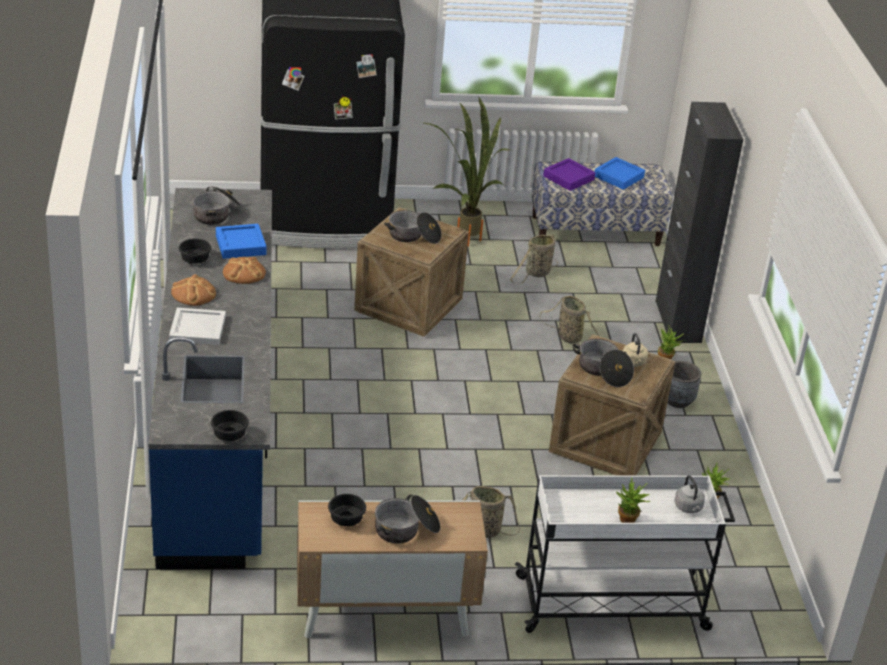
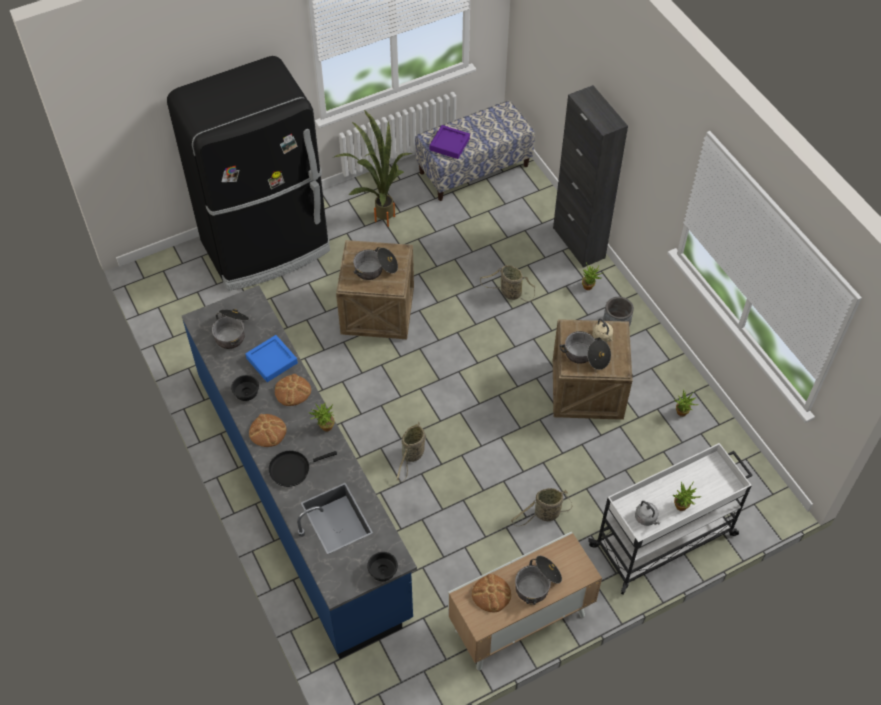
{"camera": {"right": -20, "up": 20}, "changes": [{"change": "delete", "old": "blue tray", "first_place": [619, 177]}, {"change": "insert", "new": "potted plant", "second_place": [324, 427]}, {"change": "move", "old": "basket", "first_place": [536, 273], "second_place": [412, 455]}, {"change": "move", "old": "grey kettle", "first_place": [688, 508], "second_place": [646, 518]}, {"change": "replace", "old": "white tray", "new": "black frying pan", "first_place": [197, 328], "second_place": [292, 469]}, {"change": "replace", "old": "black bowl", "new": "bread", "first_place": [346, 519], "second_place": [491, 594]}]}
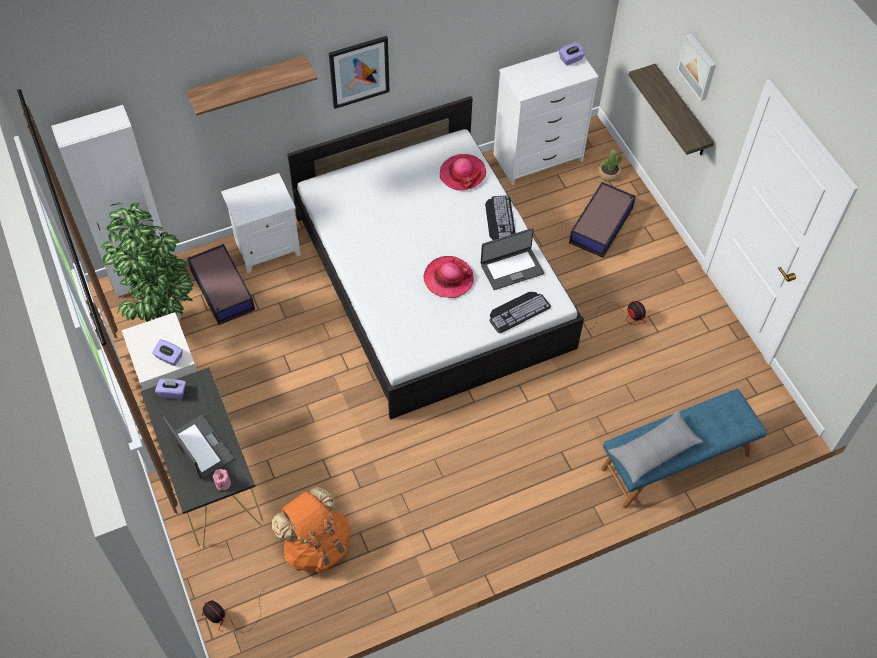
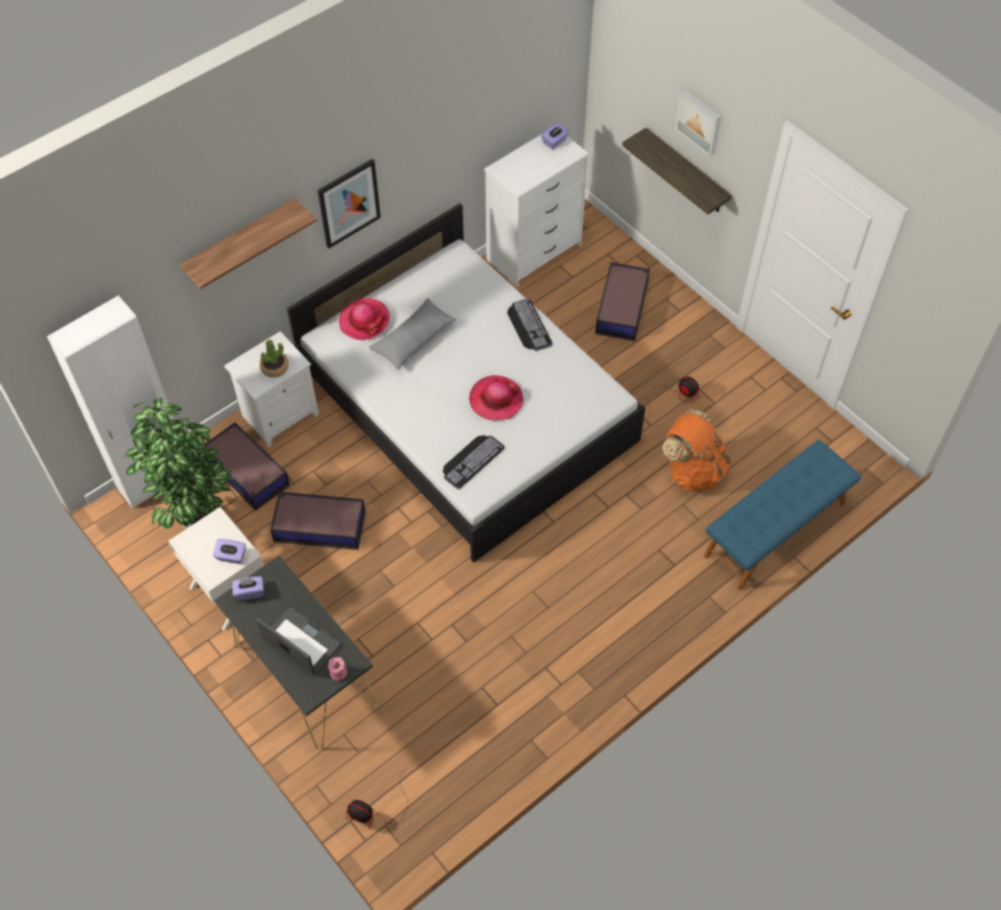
{"camera": {"right": -15, "up": 0}, "changes": [{"change": "delete", "old": "laptop", "first_place": [511, 268]}, {"change": "insert", "new": "storage box", "second_place": [318, 526]}, {"change": "move", "old": "orange backpack", "first_place": [316, 545], "second_place": [693, 470]}, {"change": "move", "old": "hat", "first_place": [462, 173], "second_place": [364, 320]}, {"change": "move", "old": "keyboard", "first_place": [518, 310], "second_place": [471, 459]}, {"change": "move", "old": "potted plant", "first_place": [609, 174], "second_place": [274, 367]}, {"change": "move", "old": "grey pillow", "first_place": [654, 451], "second_place": [413, 339]}]}
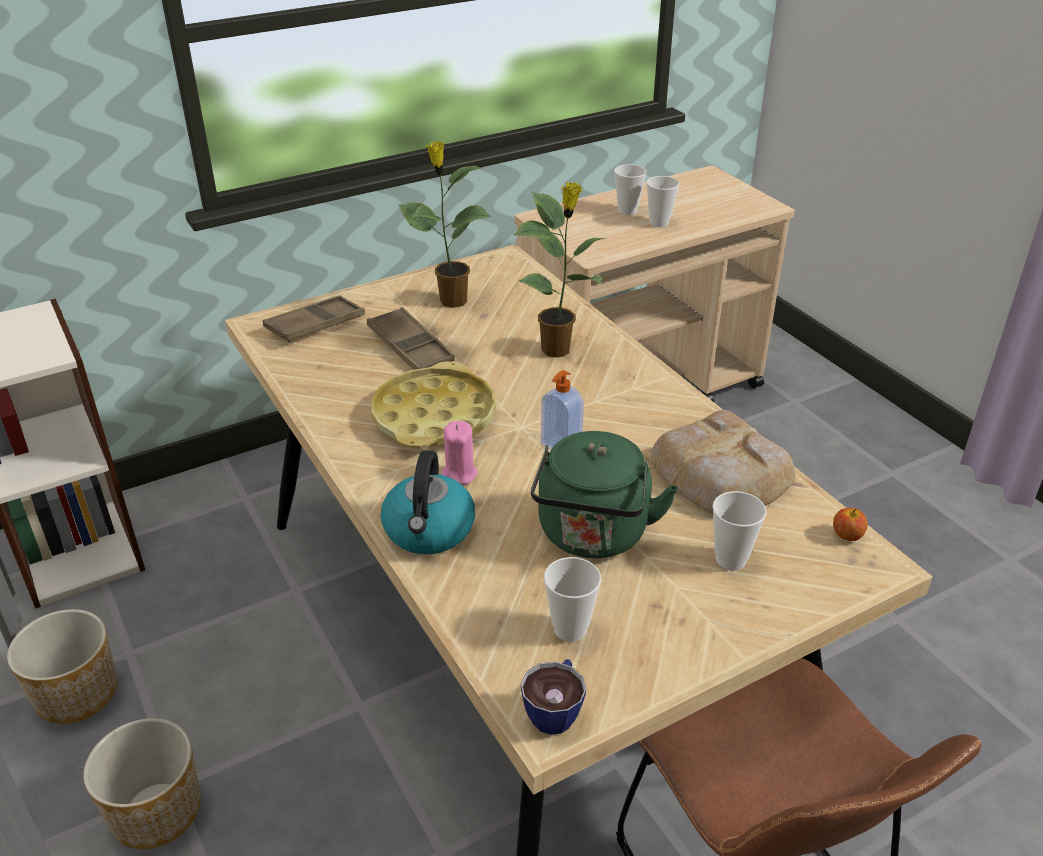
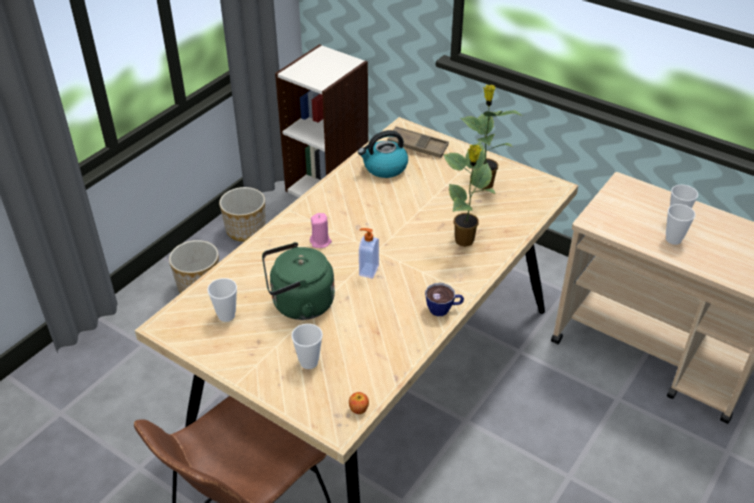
{"camera": {"right": 65, "up": 5}, "changes": [{"change": "delete", "old": "brown tray", "first_place": [410, 347]}, {"change": "delete", "old": "yellow tray", "first_place": [434, 417]}, {"change": "delete", "old": "bread", "first_place": [721, 474]}, {"change": "move", "old": "kettle", "first_place": [429, 531], "second_place": [384, 168]}, {"change": "move", "old": "cup", "first_place": [555, 710], "second_place": [444, 309]}]}
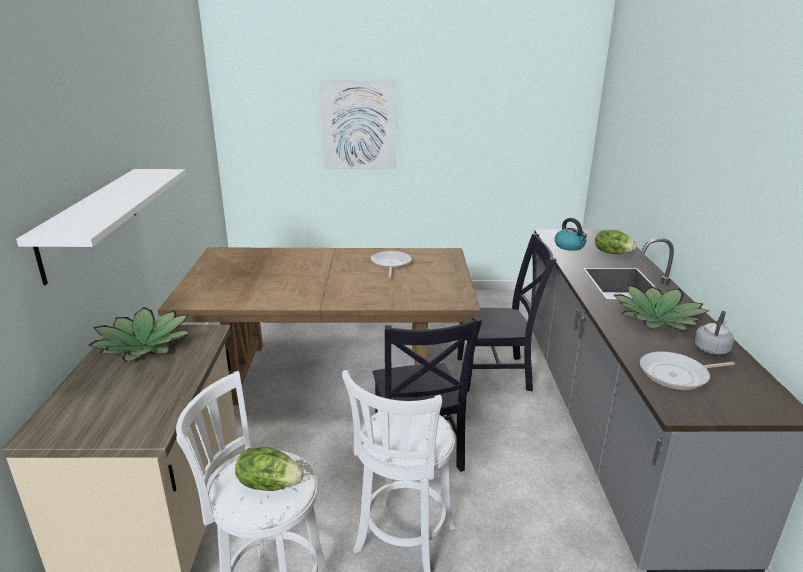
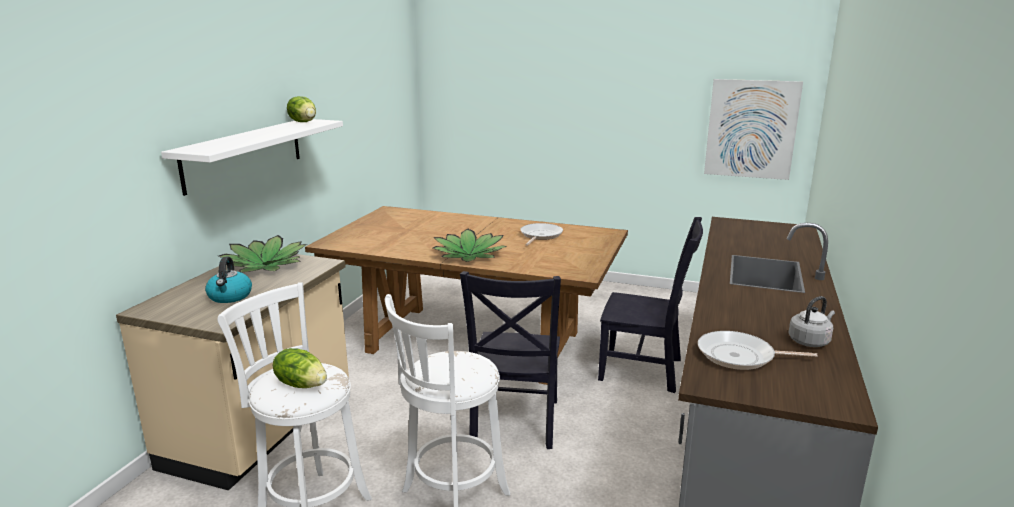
{"camera": {"right": 20, "up": -5}, "changes": [{"change": "move", "old": "picture", "first_place": [359, 125], "second_place": [751, 129]}, {"change": "move", "old": "kettle", "first_place": [570, 246], "second_place": [230, 296]}, {"change": "move", "old": "lettuce", "first_place": [612, 252], "second_place": [304, 122]}, {"change": "move", "old": "potted plant", "first_place": [657, 318], "second_place": [470, 255]}]}
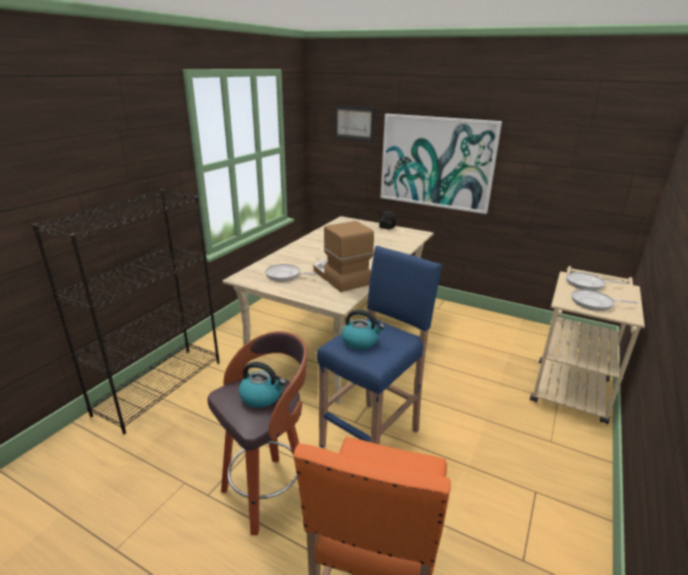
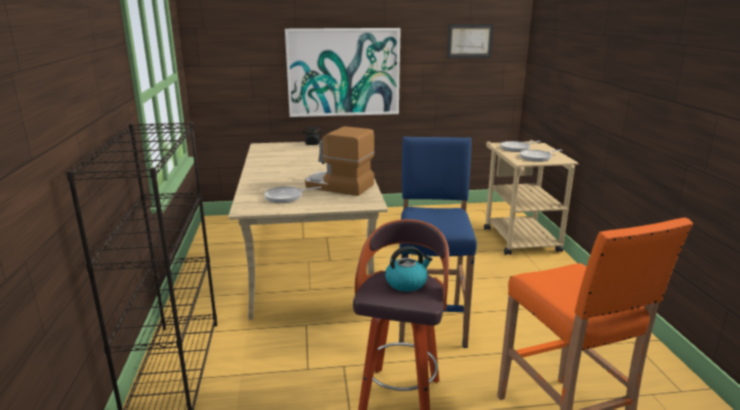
{"camera": {"right": -35, "up": -5}, "changes": [{"change": "delete", "old": "kettle", "first_place": [360, 341]}, {"change": "move", "old": "picture", "first_place": [354, 123], "second_place": [469, 41]}]}
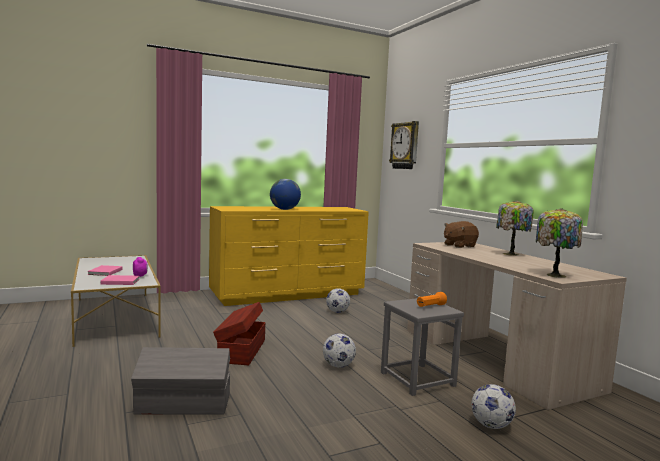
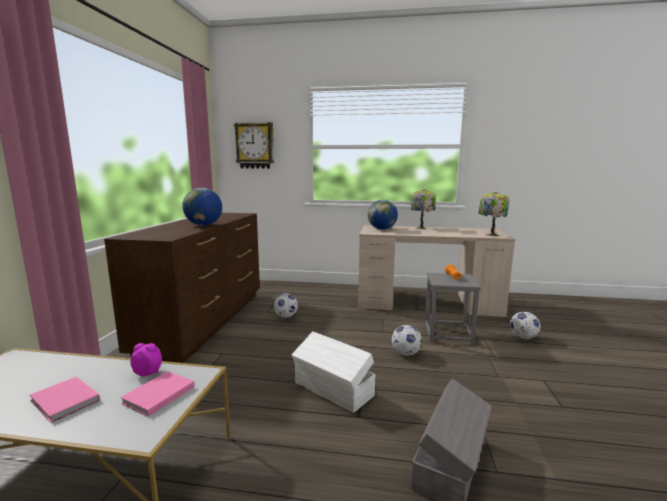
{"camera": {"right": -55, "up": 5}, "changes": [{"change": "replace", "old": "brown plush toy", "new": "globe", "first_place": [459, 245], "second_place": [382, 229]}, {"change": "recolor", "old": "yellow dresser", "new": "brown dresser", "first_place": [289, 294], "second_place": [206, 321]}, {"change": "recolor", "old": "brown storage box", "new": "white storage box", "first_place": [241, 351], "second_place": [333, 390]}]}
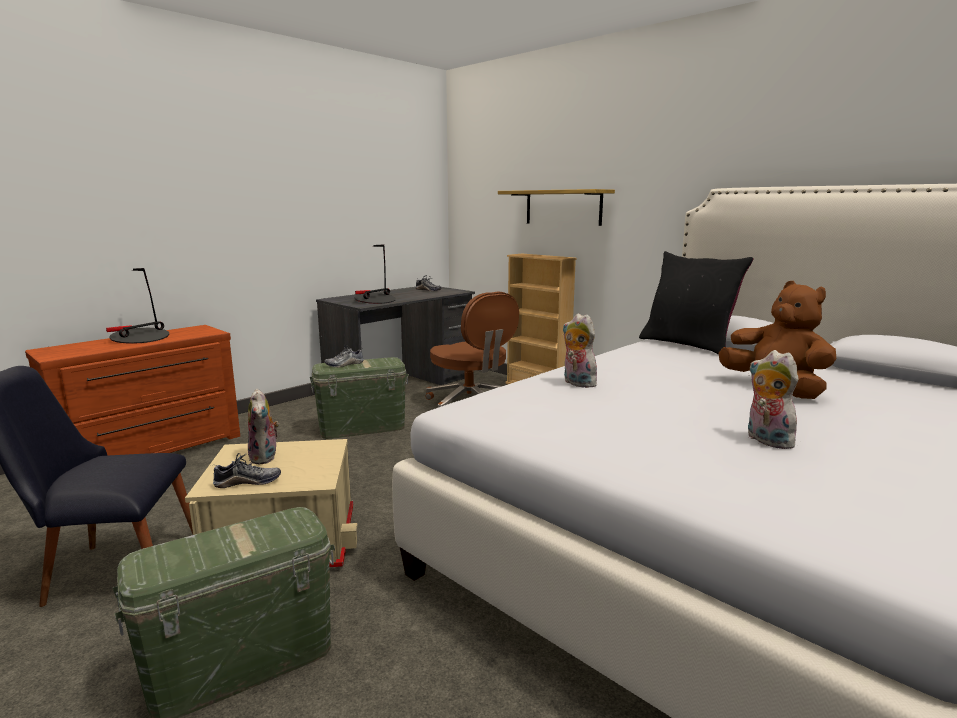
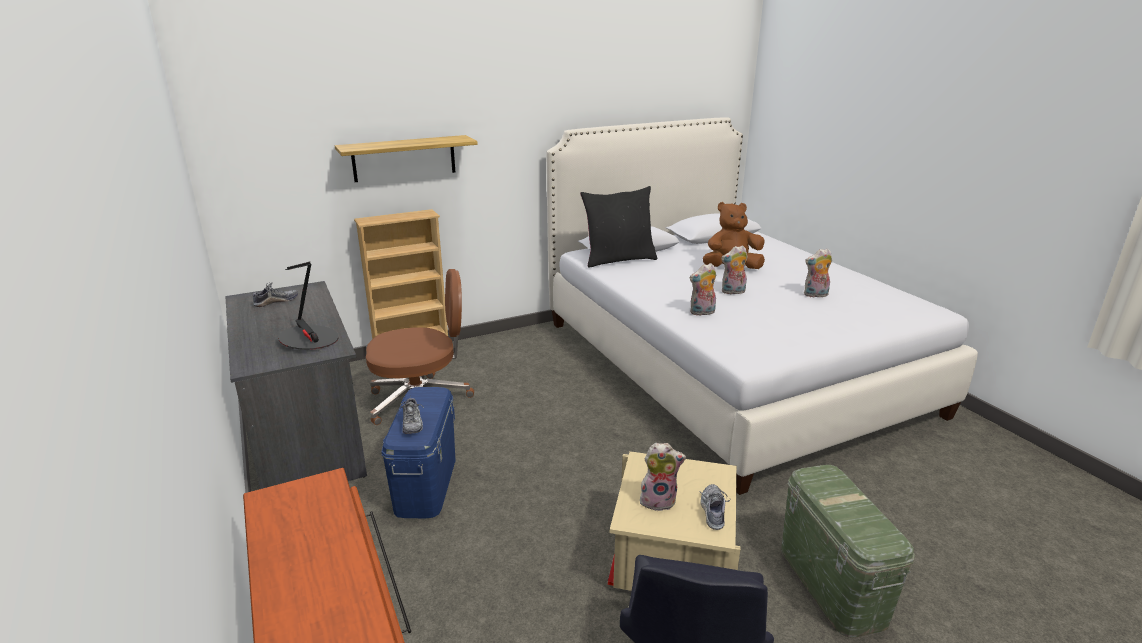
{"camera": {"right": -70, "up": 10}, "changes": [{"change": "delete", "old": "table lamp", "first_place": [140, 338]}, {"change": "insert", "new": "plush toy", "second_place": [733, 292]}, {"change": "recolor", "old": "green storage box", "new": "blue storage box", "first_place": [362, 427], "second_place": [426, 483]}]}
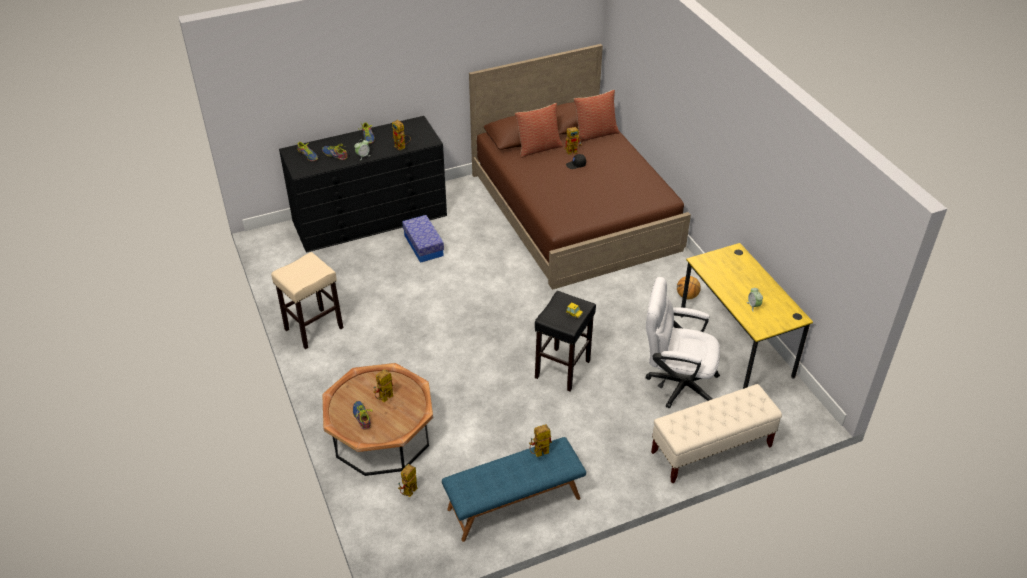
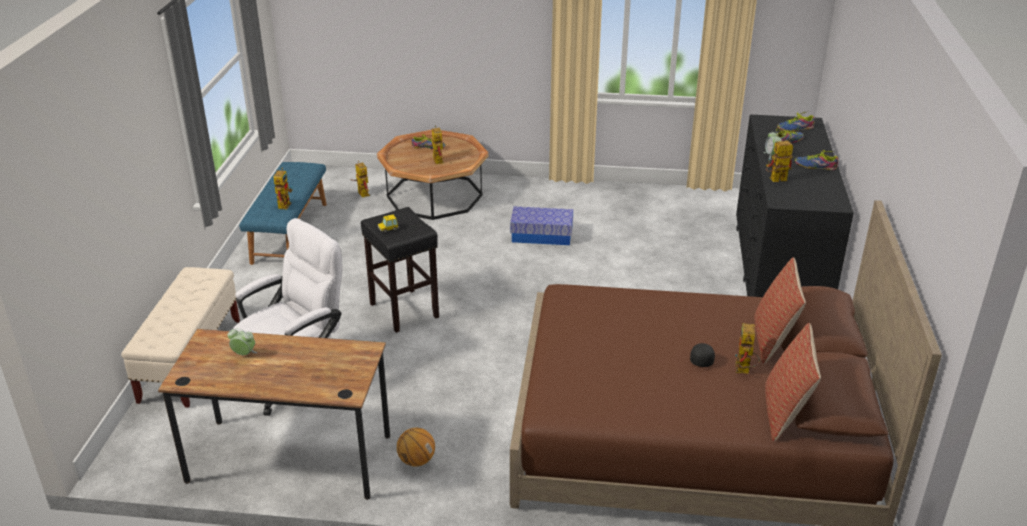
{"camera": {"right": 120, "up": -10}, "changes": [{"change": "delete", "old": "beige stool", "first_place": [313, 329]}, {"change": "move", "old": "storage box", "first_place": [423, 245], "second_place": [541, 235]}, {"change": "recolor", "old": "yellow desk", "new": "brown desk", "first_place": [735, 345], "second_place": [290, 458]}]}
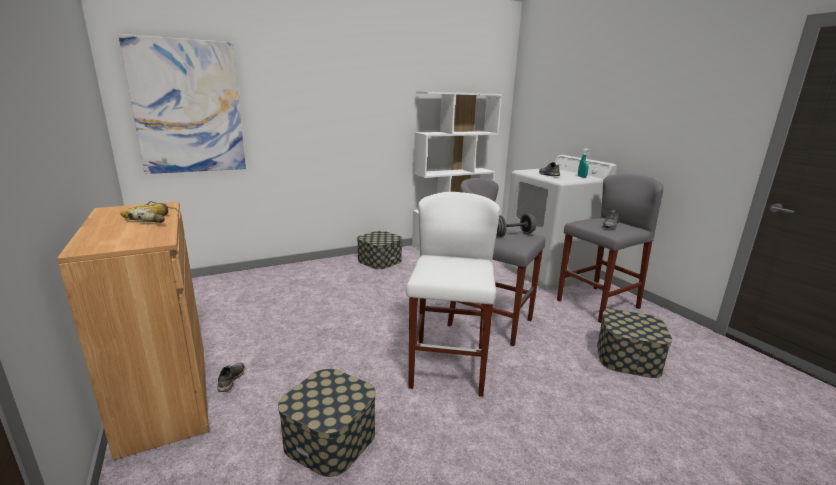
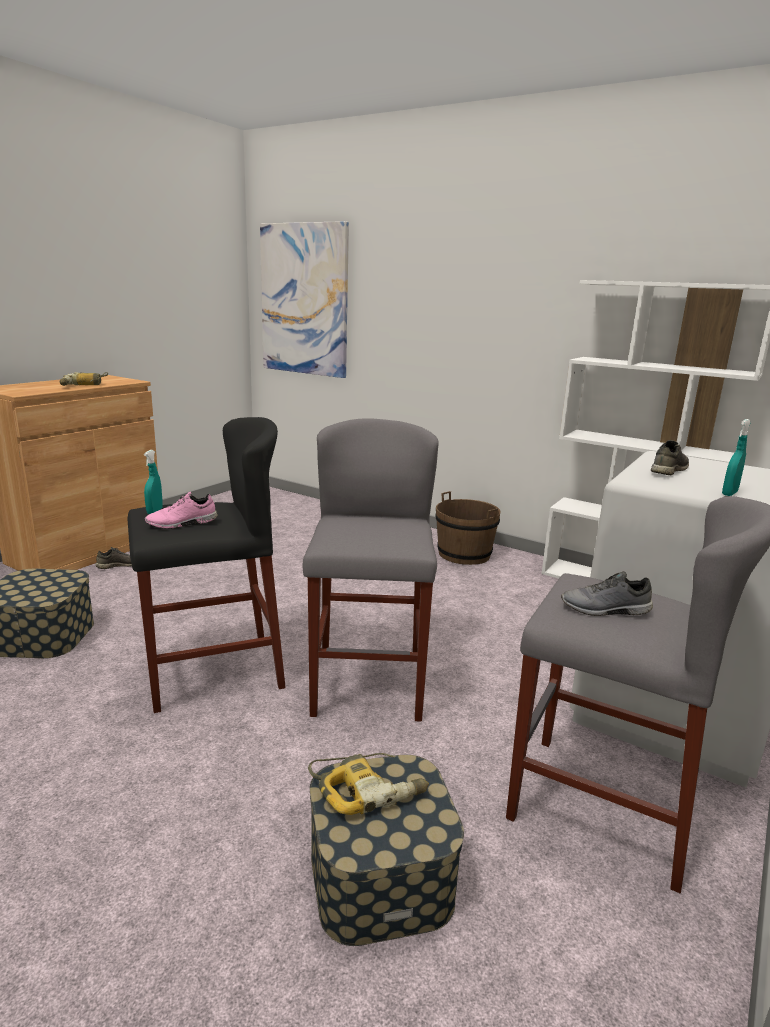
{"camera": {"right": 60, "up": 0}, "changes": [{"change": "delete", "old": "grey dumbbell", "first_place": [512, 235]}, {"change": "insert", "new": "turquoise spray bottle", "second_place": [154, 511]}, {"change": "insert", "new": "pink shoe", "second_place": [182, 523]}, {"change": "insert", "new": "power drill", "second_place": [368, 788]}, {"change": "replace", "old": "storage box", "new": "brown bucket", "first_place": [379, 260], "second_place": [464, 554]}, {"change": "recolor", "old": "white stool", "new": "black stool", "first_place": [448, 366], "second_place": [213, 671]}]}
